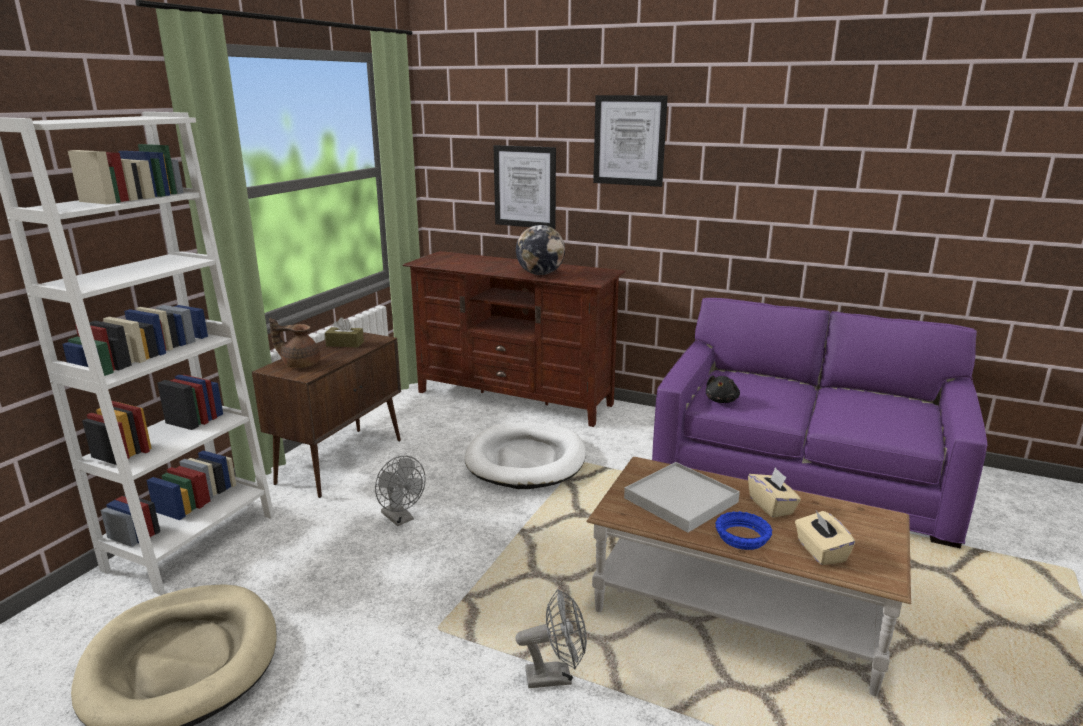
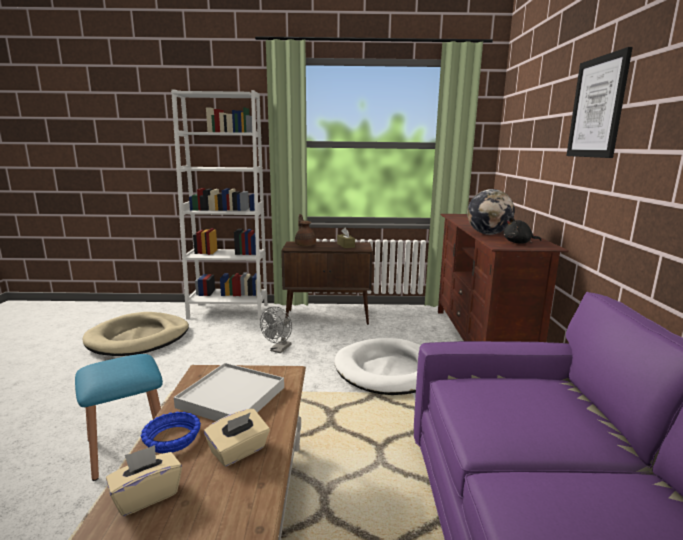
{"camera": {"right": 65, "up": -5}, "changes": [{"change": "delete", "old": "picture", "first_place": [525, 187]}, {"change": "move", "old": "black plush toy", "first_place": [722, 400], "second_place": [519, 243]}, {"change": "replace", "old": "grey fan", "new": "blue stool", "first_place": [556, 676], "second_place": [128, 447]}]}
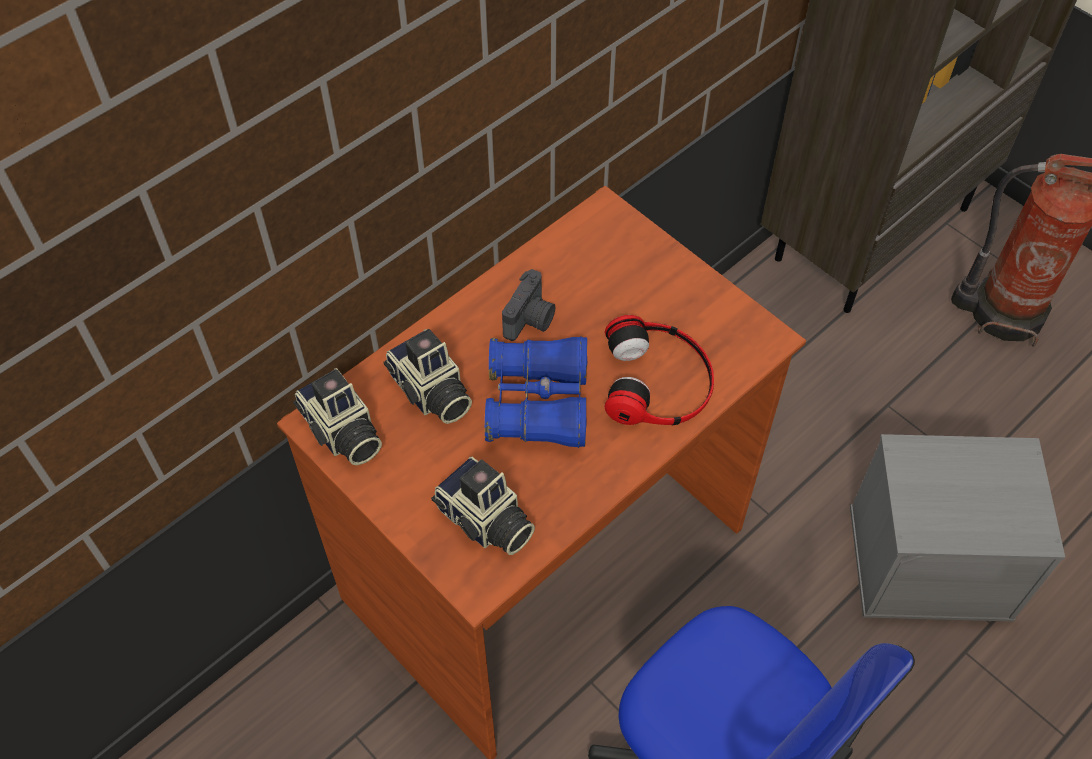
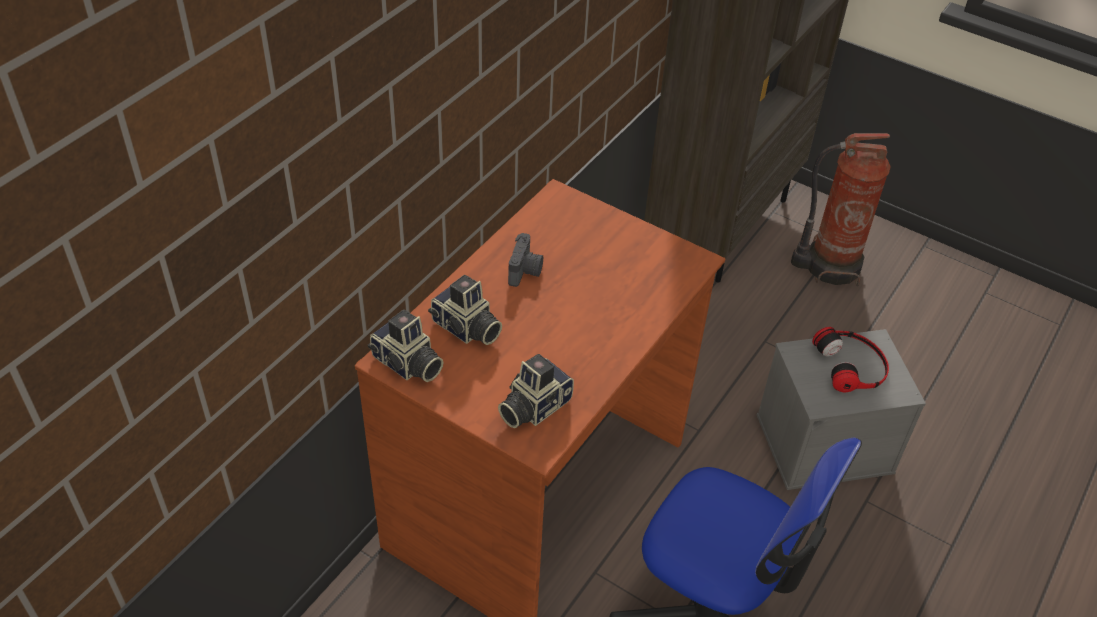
{"camera": {"right": -15, "up": -10}, "changes": [{"change": "delete", "old": "blue binoculars", "first_place": [538, 403]}, {"change": "move", "old": "headphones", "first_place": [658, 381], "second_place": [852, 365]}, {"change": "rotate", "old": "photo camera", "first_place": [485, 522], "second_place": [532, 406], "degrees": 105}]}
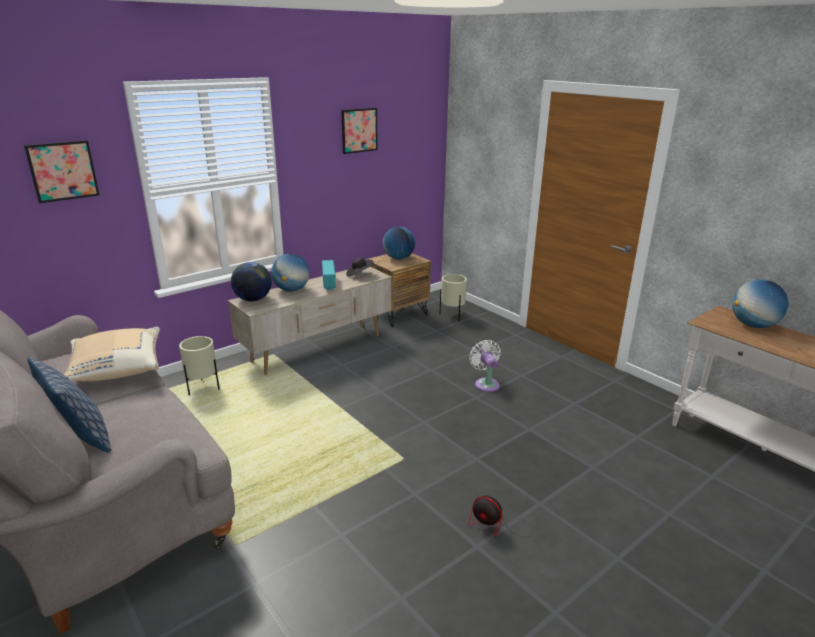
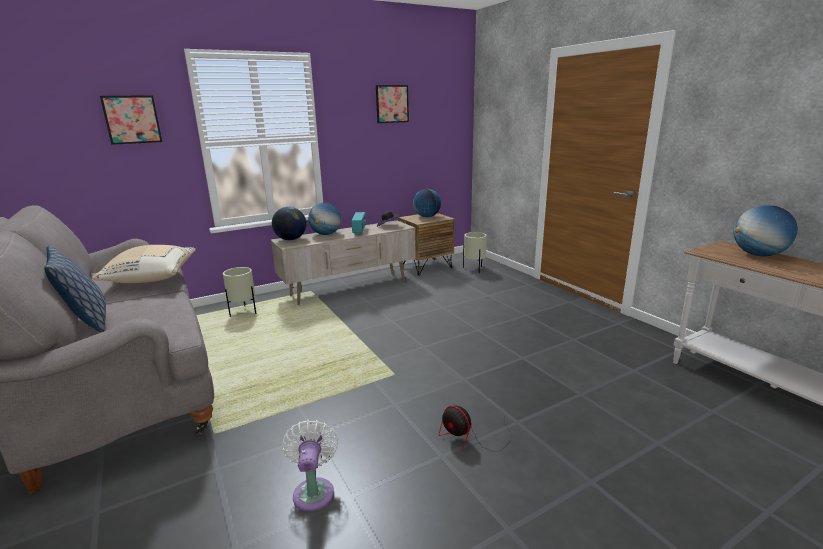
{"camera": {"right": 10, "up": -5}, "changes": [{"change": "move", "old": "white fan", "first_place": [486, 383], "second_place": [314, 490]}]}
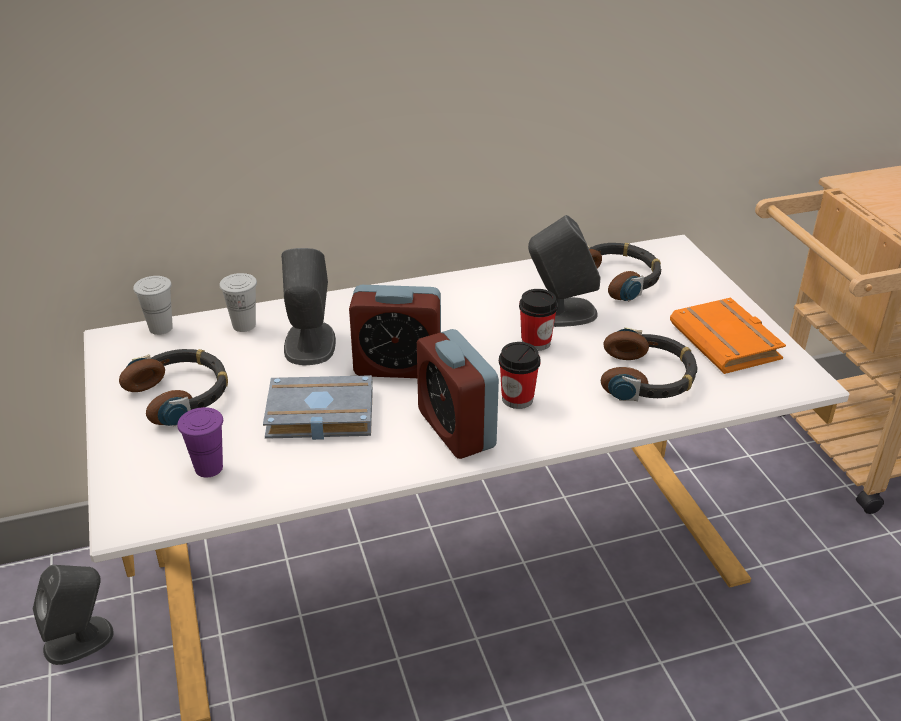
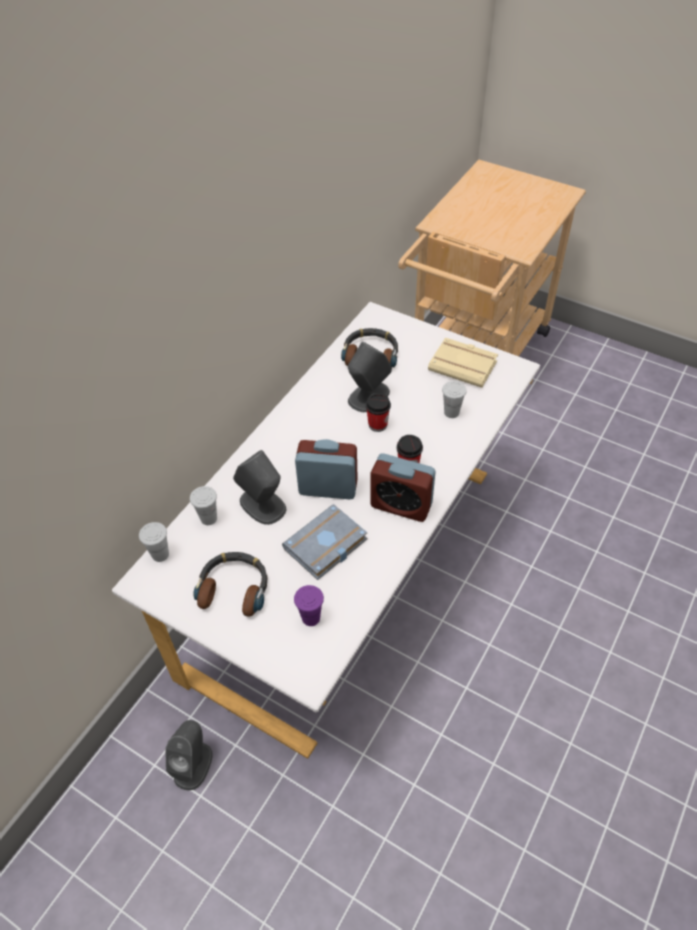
{"camera": {"right": -40, "up": 15}, "changes": [{"change": "replace", "old": "headphones", "new": "white cup", "first_place": [647, 378], "second_place": [451, 412]}, {"change": "recolor", "old": "orange book", "new": "beige book", "first_place": [729, 343], "second_place": [464, 366]}, {"change": "rotate", "old": "alarm clock", "first_place": [397, 367], "second_place": [328, 487], "degrees": -135}]}
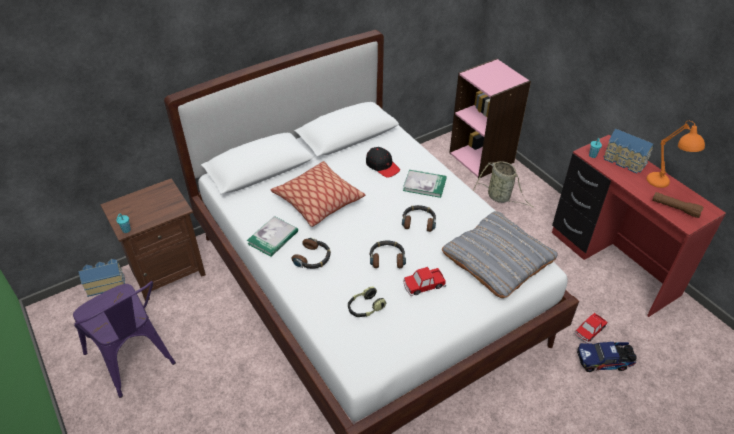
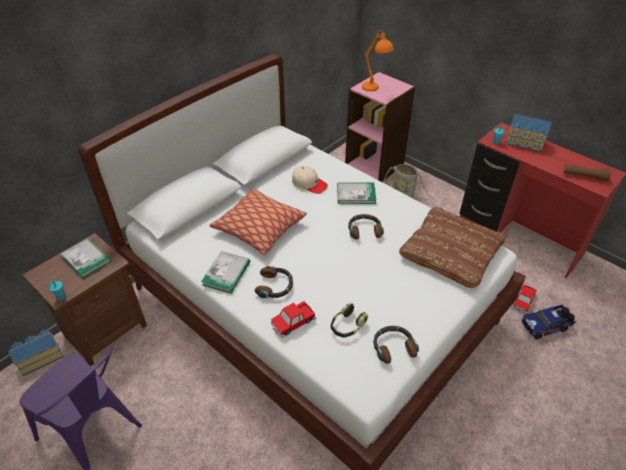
{"camera": {"right": -15, "up": 0}, "changes": [{"change": "insert", "new": "book", "second_place": [86, 259]}, {"change": "move", "old": "headphones", "first_place": [387, 258], "second_place": [393, 346]}, {"change": "move", "old": "toy car", "first_place": [423, 285], "second_place": [293, 322]}, {"change": "move", "old": "orange table lamp", "first_place": [664, 186], "second_place": [374, 90]}, {"change": "recolor", "old": "black cap", "new": "beige cap", "first_place": [382, 166], "second_place": [309, 183]}, {"change": "recolor", "old": "grey pillow", "new": "brown pillow", "first_place": [498, 259], "second_place": [451, 251]}]}
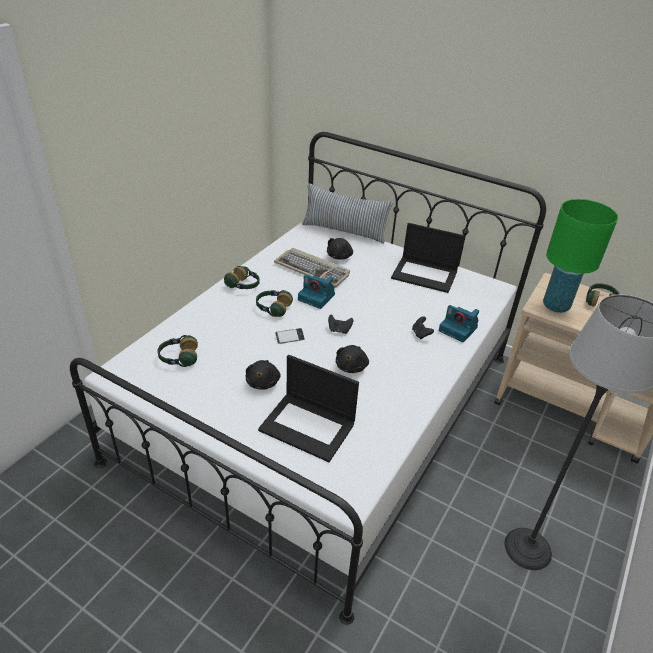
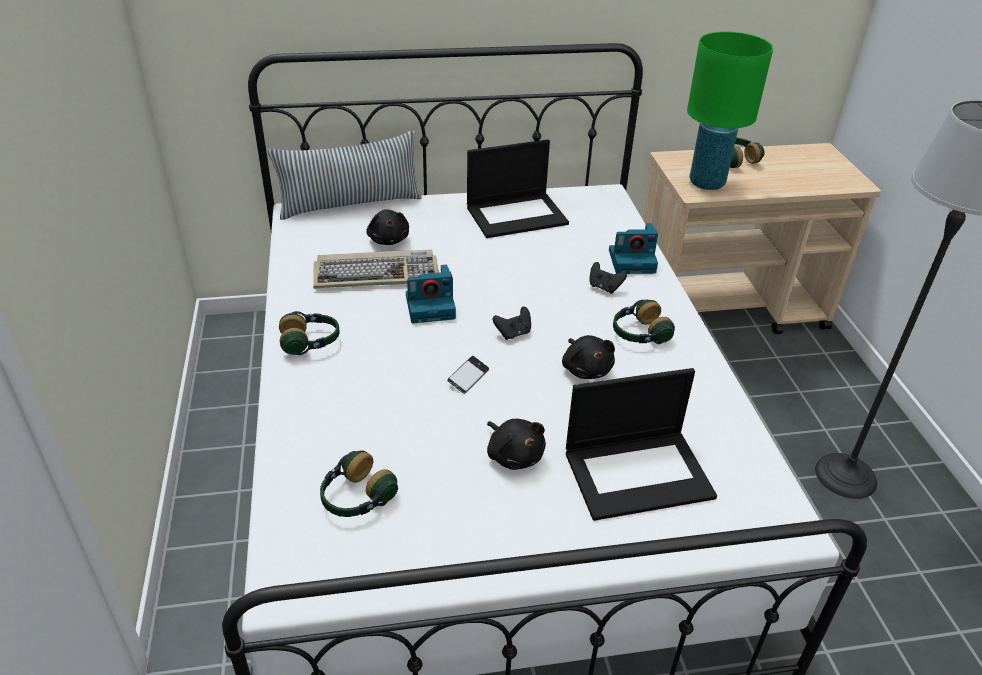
{"camera": {"right": -40, "up": 0}, "changes": [{"change": "move", "old": "headphones", "first_place": [273, 308], "second_place": [639, 334]}]}
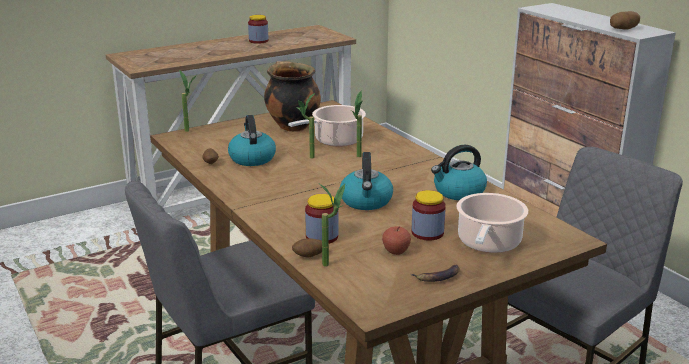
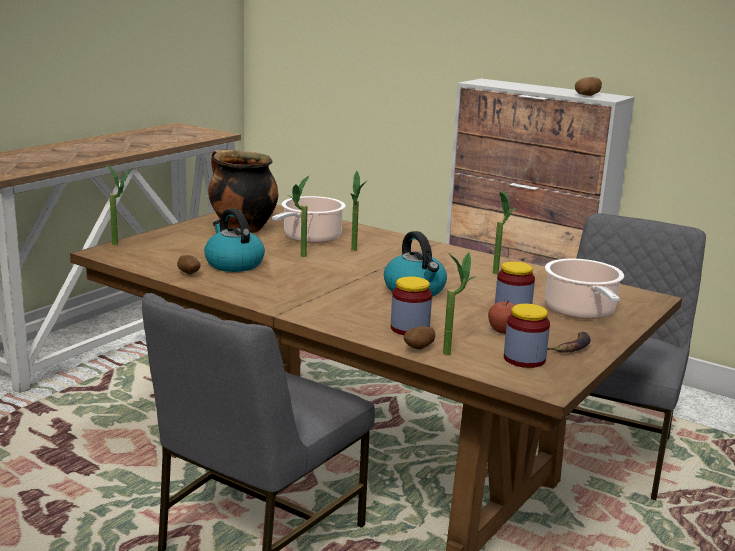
{"camera": {"right": -25, "up": -5}, "changes": [{"change": "move", "old": "jar", "first_place": [258, 41], "second_place": [524, 359]}, {"change": "replace", "old": "kettle", "new": "potted plant", "first_place": [458, 192], "second_place": [497, 271]}]}
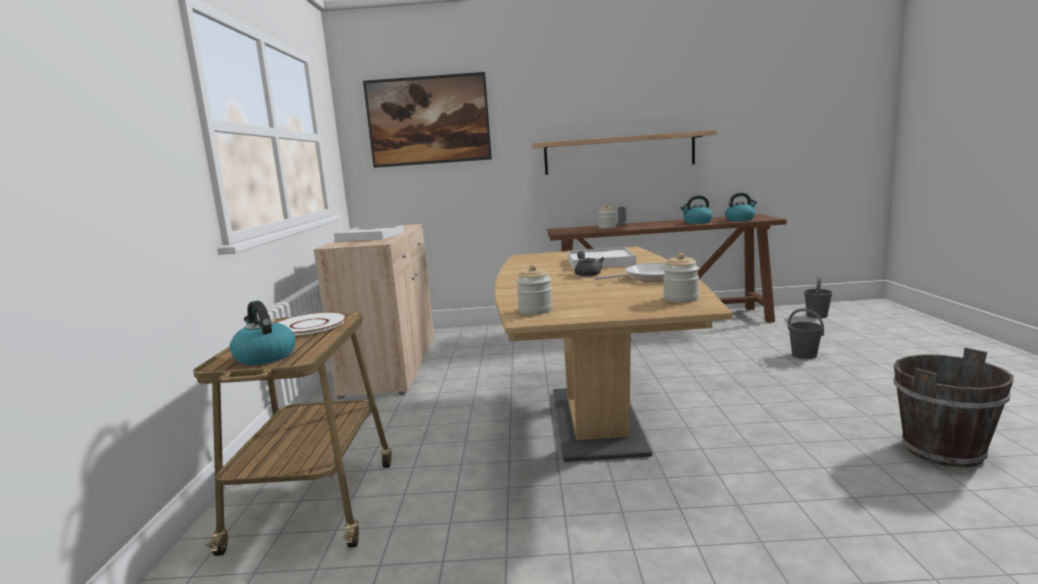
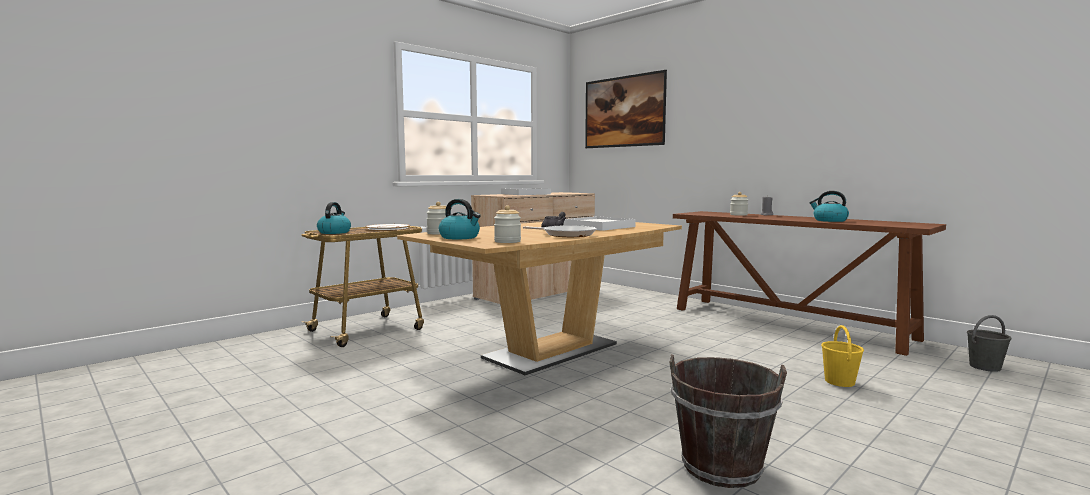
{"camera": {"right": 45, "up": -5}, "changes": [{"change": "delete", "old": "shelf", "first_place": [619, 153]}, {"change": "move", "old": "kettle", "first_place": [740, 219], "second_place": [460, 237]}, {"change": "recolor", "old": "grey bucket", "new": "yellow bucket", "first_place": [803, 355], "second_place": [839, 381]}]}
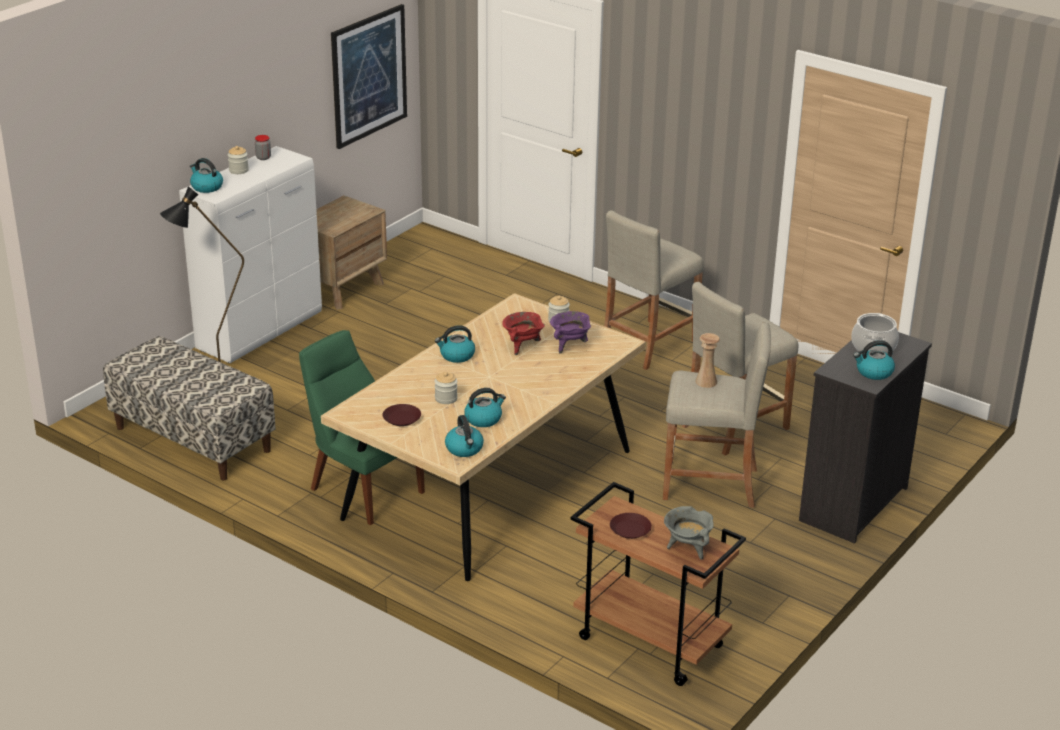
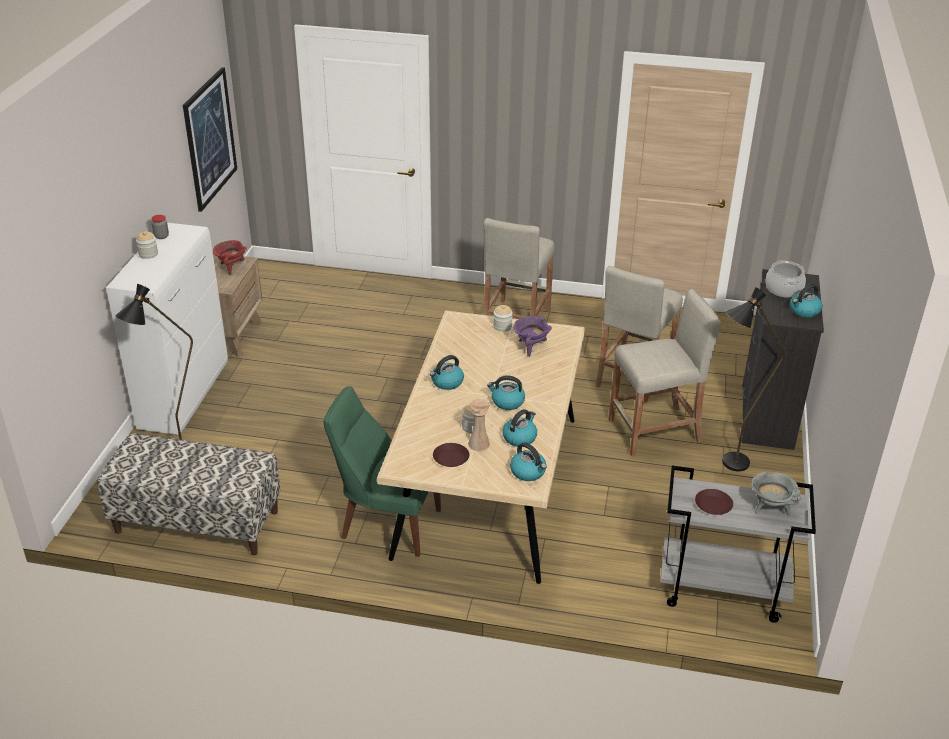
{"camera": {"right": -25, "up": 5}, "changes": [{"change": "insert", "new": "black floor lamp", "second_place": [727, 465]}, {"change": "move", "old": "kettle", "first_place": [206, 187], "second_place": [507, 402]}, {"change": "move", "old": "red cooking pot", "first_place": [522, 346], "second_place": [231, 267]}, {"change": "move", "old": "beige vase", "first_place": [706, 381], "second_place": [479, 444]}, {"change": "recolor", "old": "brown cart", "new": "grey cart", "first_place": [648, 642], "second_place": [721, 590]}]}
